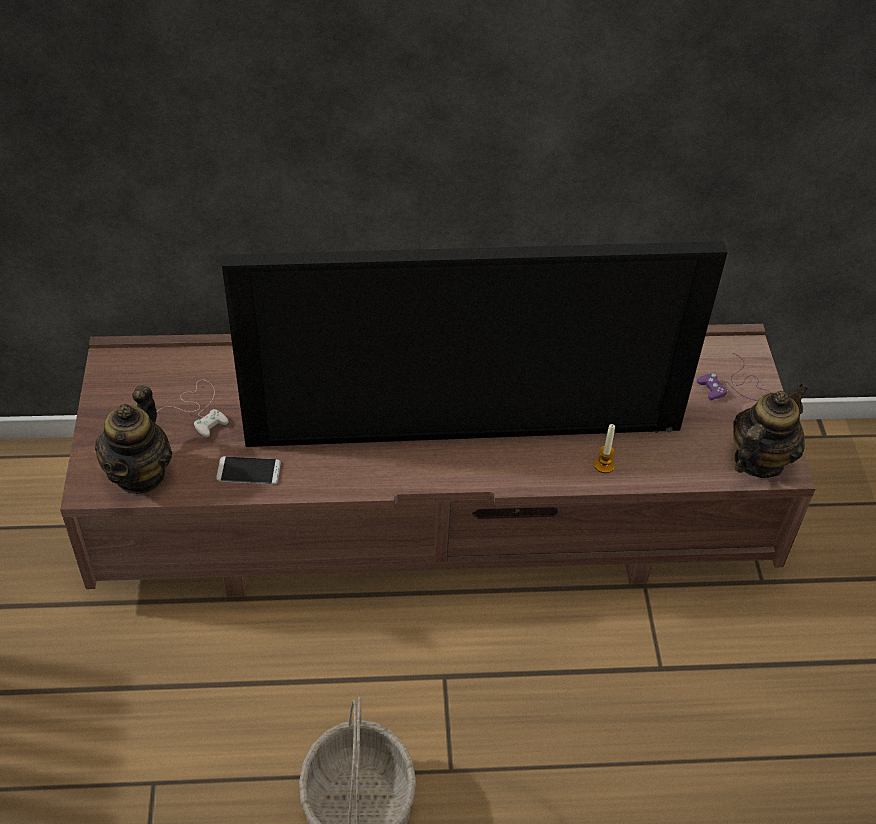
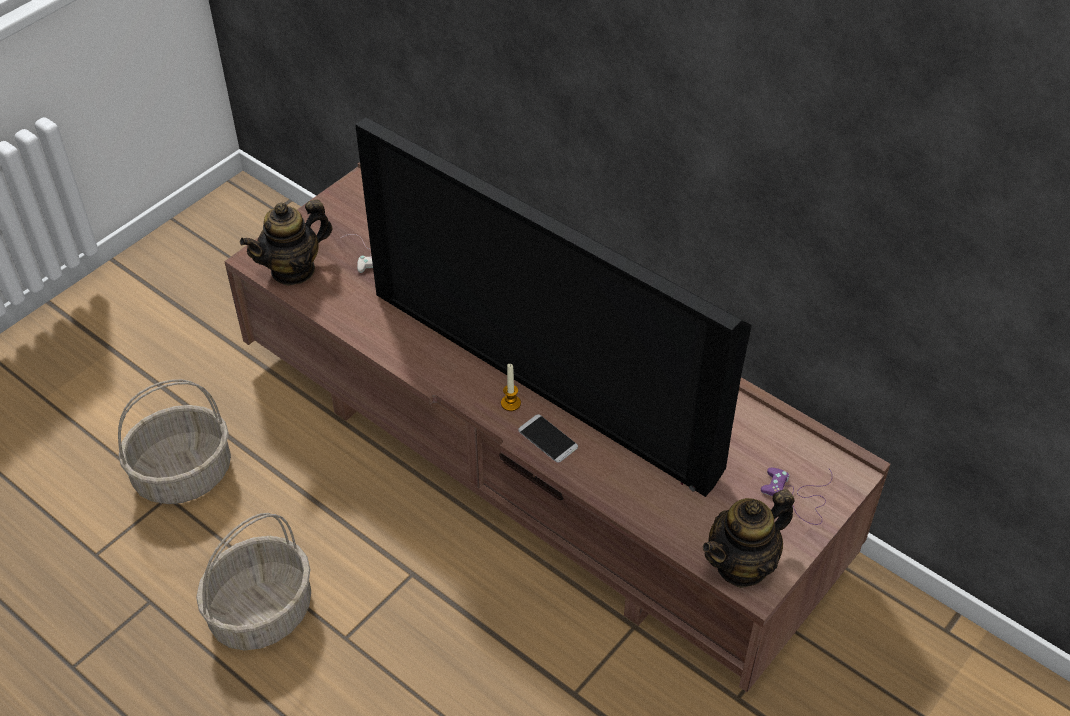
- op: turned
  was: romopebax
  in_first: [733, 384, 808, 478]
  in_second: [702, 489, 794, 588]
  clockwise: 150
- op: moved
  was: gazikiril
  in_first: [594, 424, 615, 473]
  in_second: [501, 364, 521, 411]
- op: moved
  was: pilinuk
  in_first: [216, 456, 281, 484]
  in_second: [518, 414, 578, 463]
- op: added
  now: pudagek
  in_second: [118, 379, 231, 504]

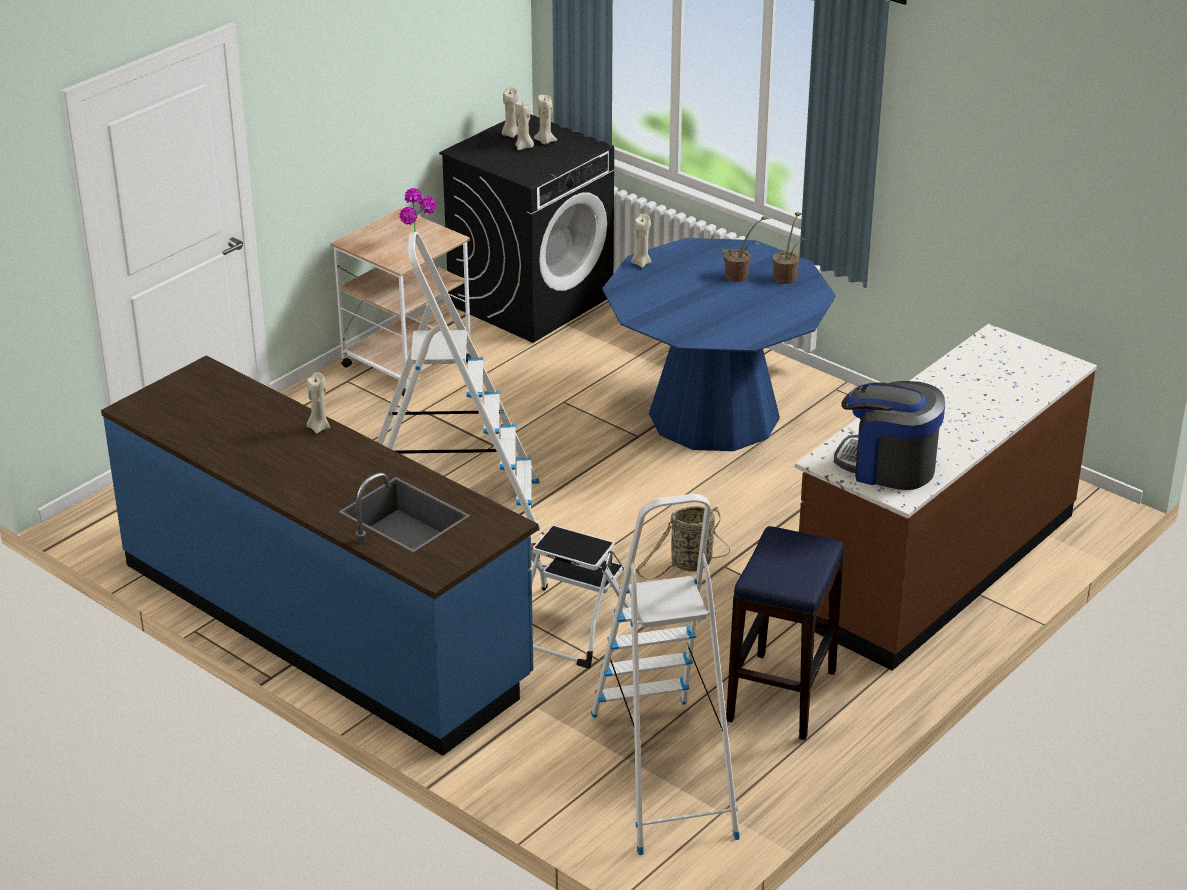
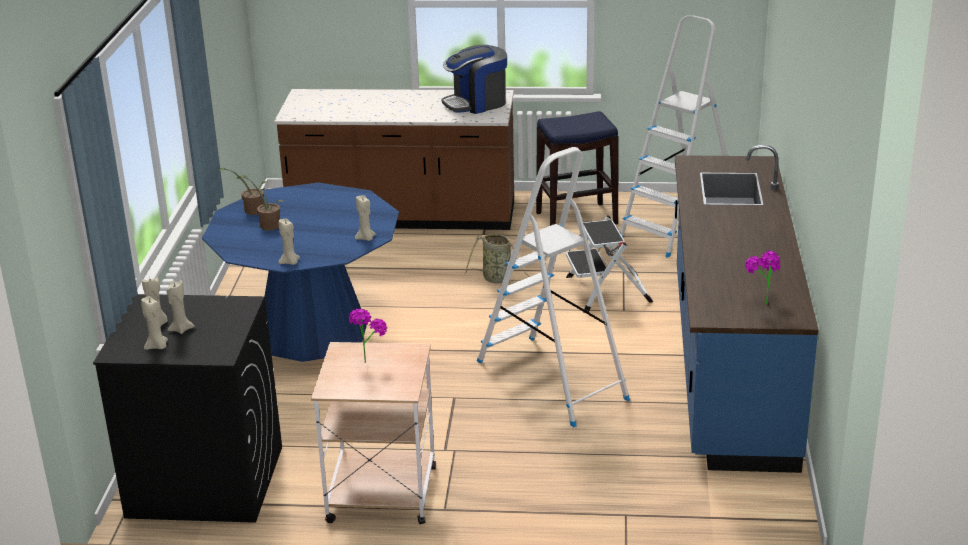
- op: moved
  was: gazikiril (beige)
  in_first: [307, 372, 330, 434]
  in_second: [355, 195, 376, 241]
- op: turned
  was: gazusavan
  in_first: [834, 381, 945, 490]
  in_second: [442, 45, 507, 114]
  clockwise: 75
- op: added
  now: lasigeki
  in_second: [745, 251, 781, 304]

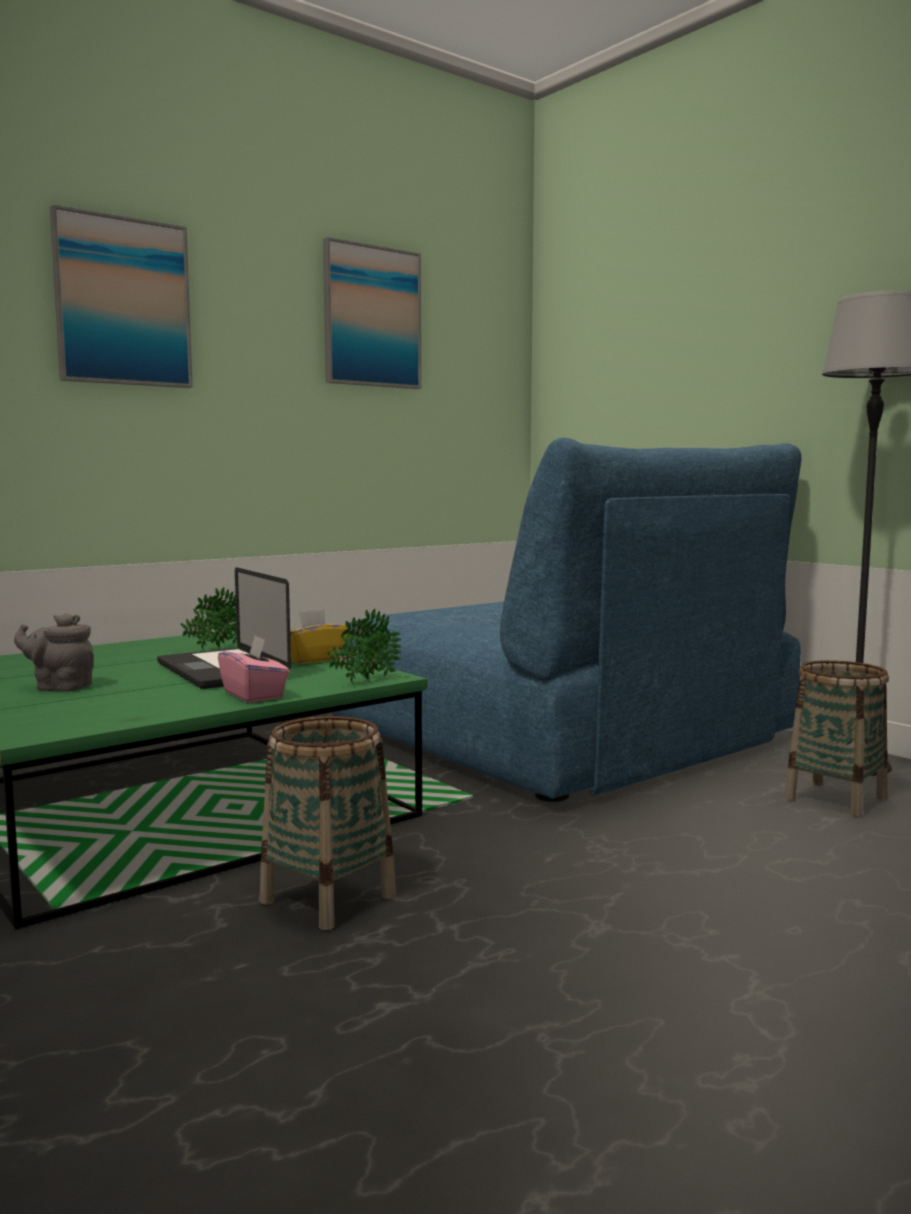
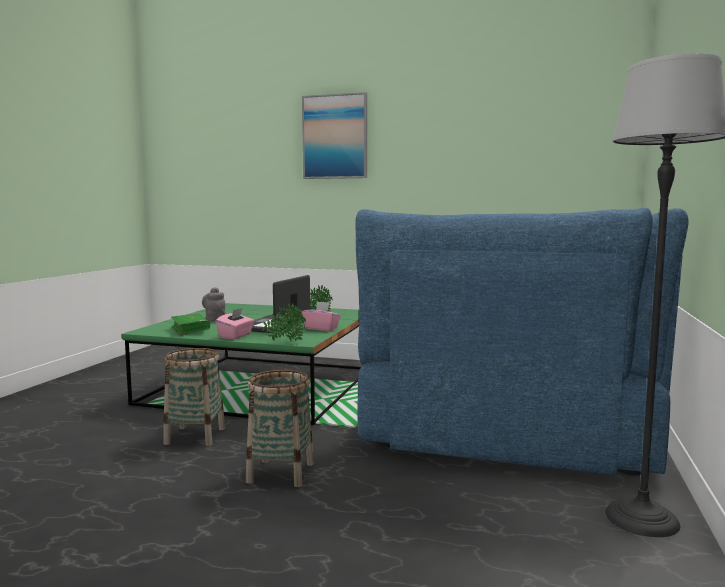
- op: removed
  was: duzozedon
  in_first: [323, 237, 421, 389]
- op: recoloured
  was: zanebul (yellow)
  now: zanebul (pink)
  in_first: [290, 609, 348, 664]
  in_second: [302, 301, 341, 331]
- op: moved
  was: pudagek
  in_first: [784, 660, 889, 817]
  in_second: [246, 370, 314, 487]
- op: added
  now: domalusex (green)
  in_second: [171, 314, 210, 336]

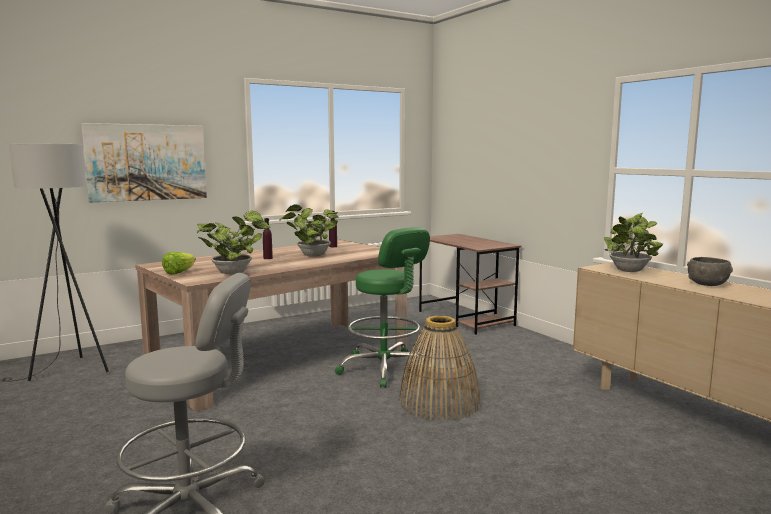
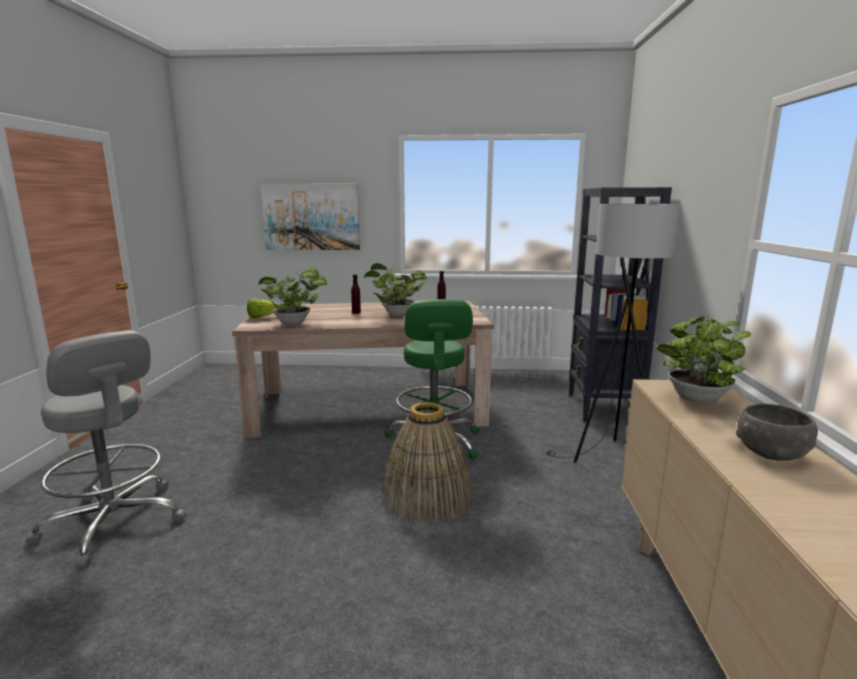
- op: moved
  was: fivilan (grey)
  in_first: [0, 144, 109, 382]
  in_second: [546, 204, 680, 463]
- op: replaced
  was: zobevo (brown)
  now: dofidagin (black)
  in_first: [419, 234, 521, 335]
  in_second: [569, 187, 672, 422]

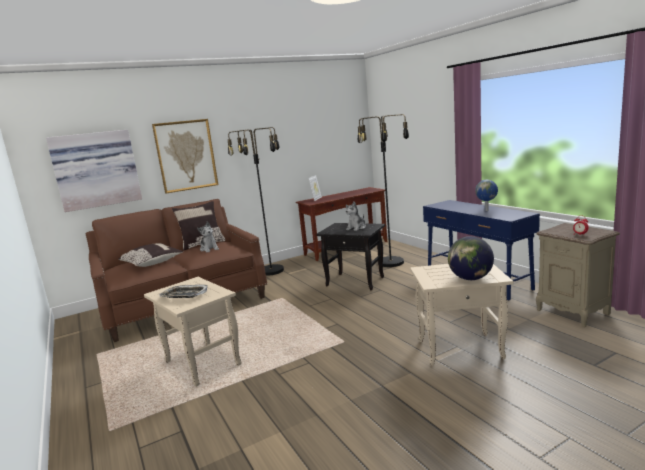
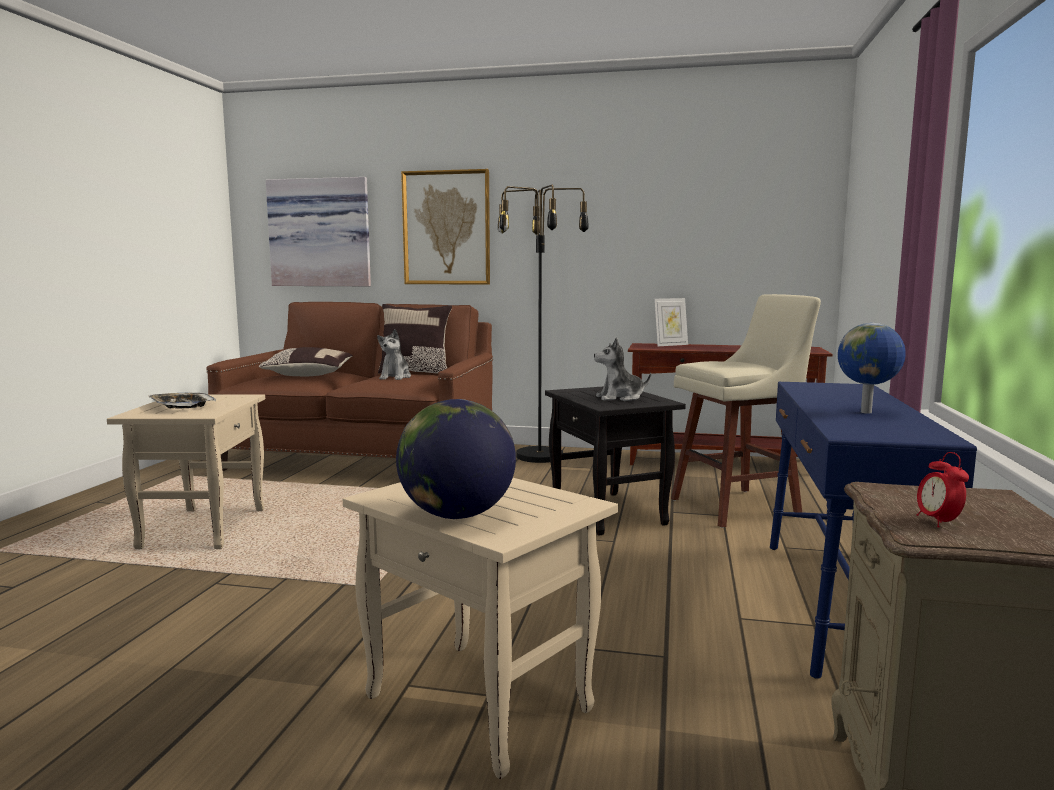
- op: replaced
  was: fivilan
  now: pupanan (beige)
  in_first: [358, 114, 409, 267]
  in_second: [671, 294, 821, 528]

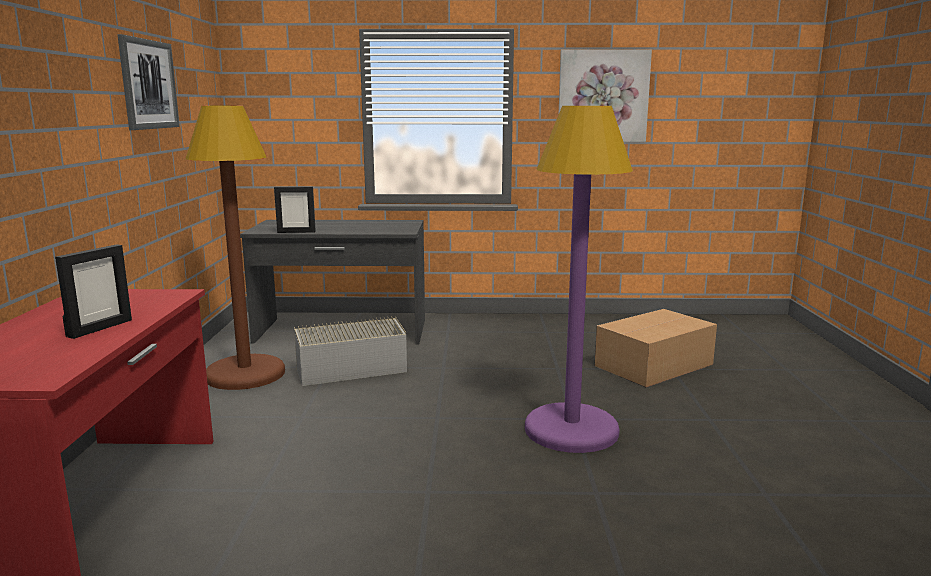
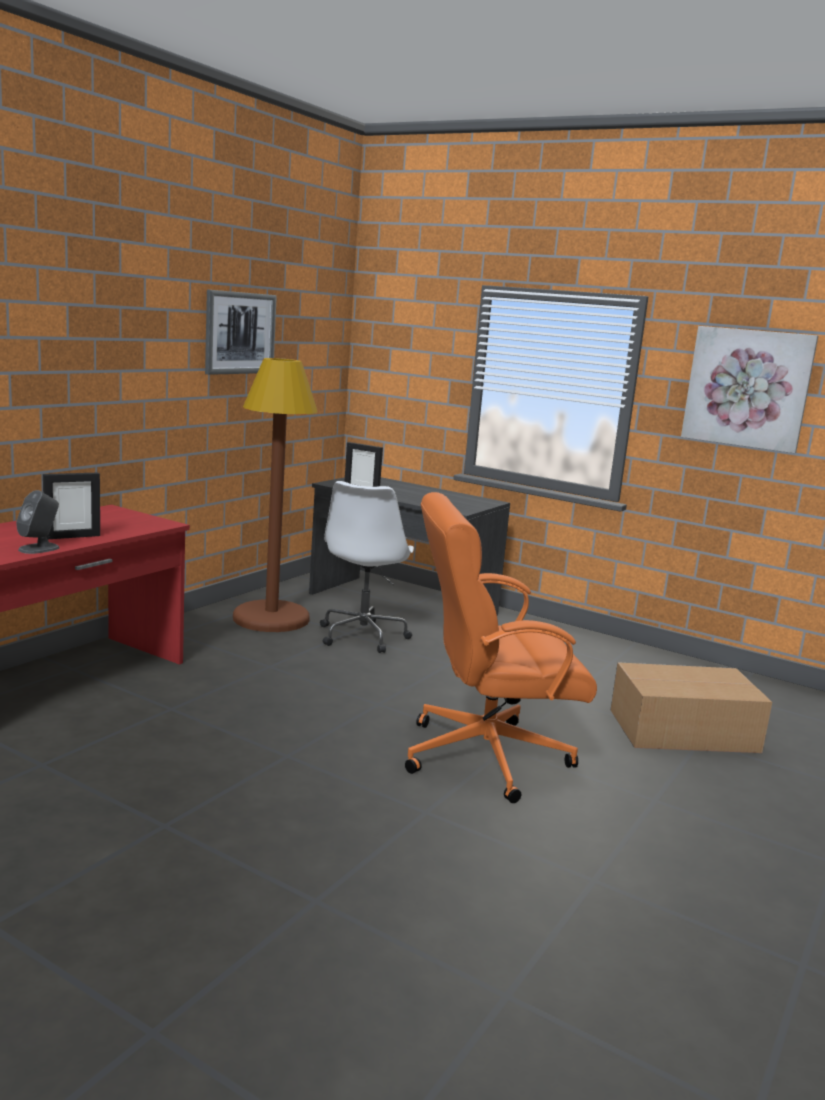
- op: replaced
  was: fivilan (purple)
  now: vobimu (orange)
  in_first: [525, 106, 633, 453]
  in_second: [405, 492, 597, 803]
- op: replaced
  was: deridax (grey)
  now: vobimu (white)
  in_first: [294, 316, 407, 386]
  in_second: [320, 481, 414, 653]
- op: added
  now: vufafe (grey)
  in_second: [16, 490, 60, 554]

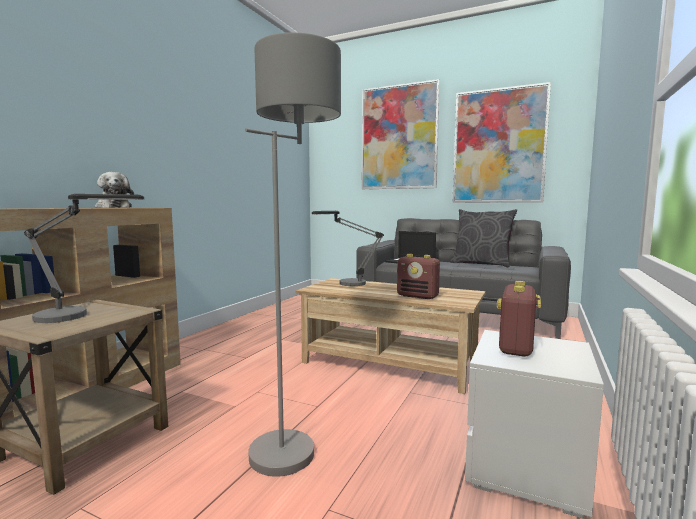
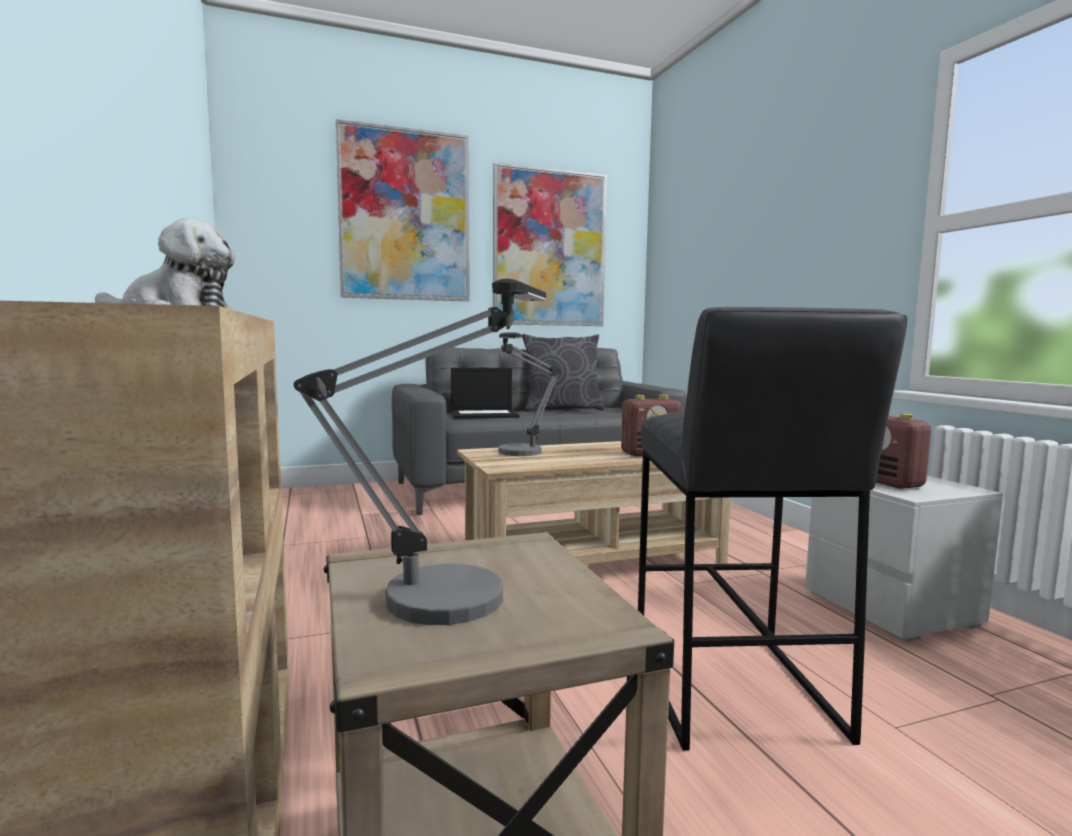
- op: replaced
  was: fivilan (grey)
  now: pupanan (grey)
  in_first: [245, 32, 341, 477]
  in_second: [638, 307, 907, 751]

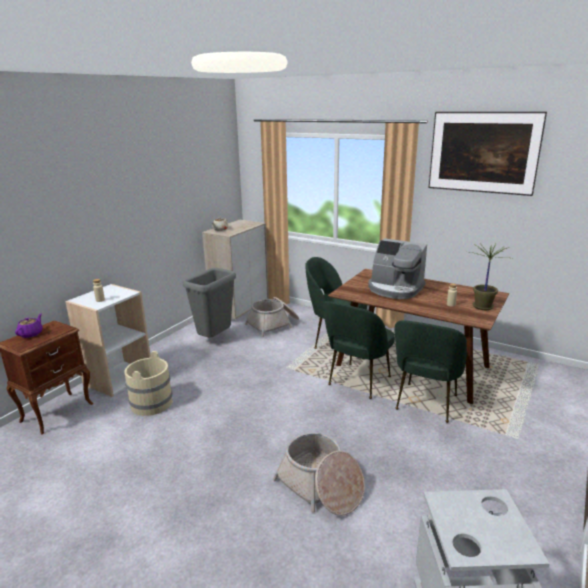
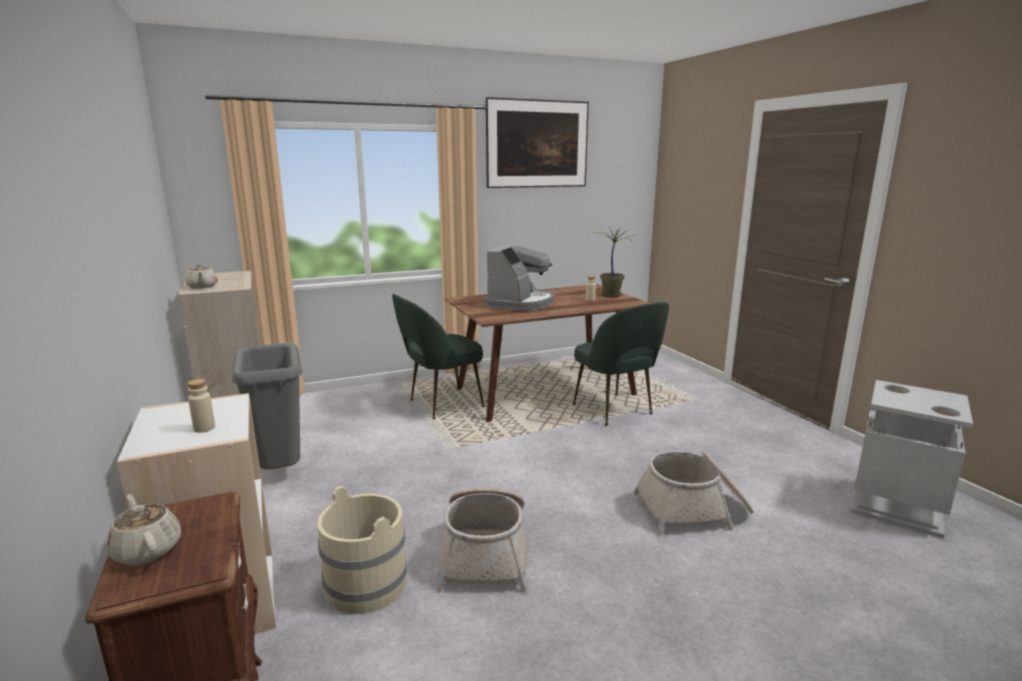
- op: turned
  was: gazusavan
  in_first: [368, 238, 427, 299]
  in_second: [485, 244, 554, 311]
  clockwise: -45
- op: moved
  was: pudagek
  in_first: [245, 297, 299, 337]
  in_second: [436, 488, 528, 592]
- op: removed
  was: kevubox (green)
  in_first: [323, 301, 395, 399]
- op: recoloured
  was: romopebax (purple)
  now: romopebax (beige)
  in_first: [15, 313, 43, 338]
  in_second: [106, 494, 181, 566]

